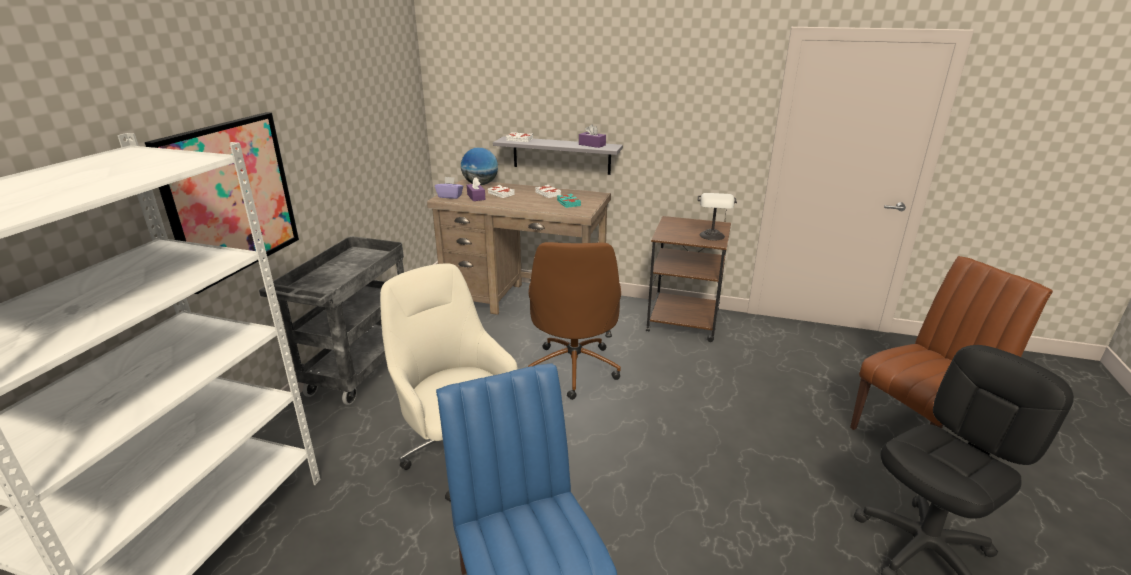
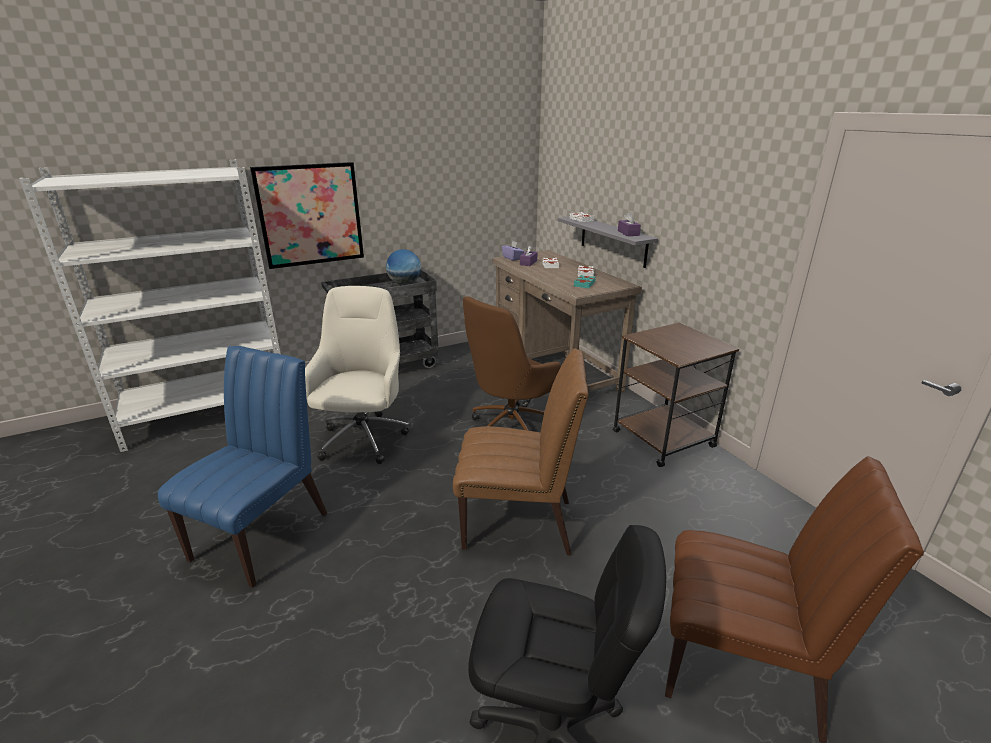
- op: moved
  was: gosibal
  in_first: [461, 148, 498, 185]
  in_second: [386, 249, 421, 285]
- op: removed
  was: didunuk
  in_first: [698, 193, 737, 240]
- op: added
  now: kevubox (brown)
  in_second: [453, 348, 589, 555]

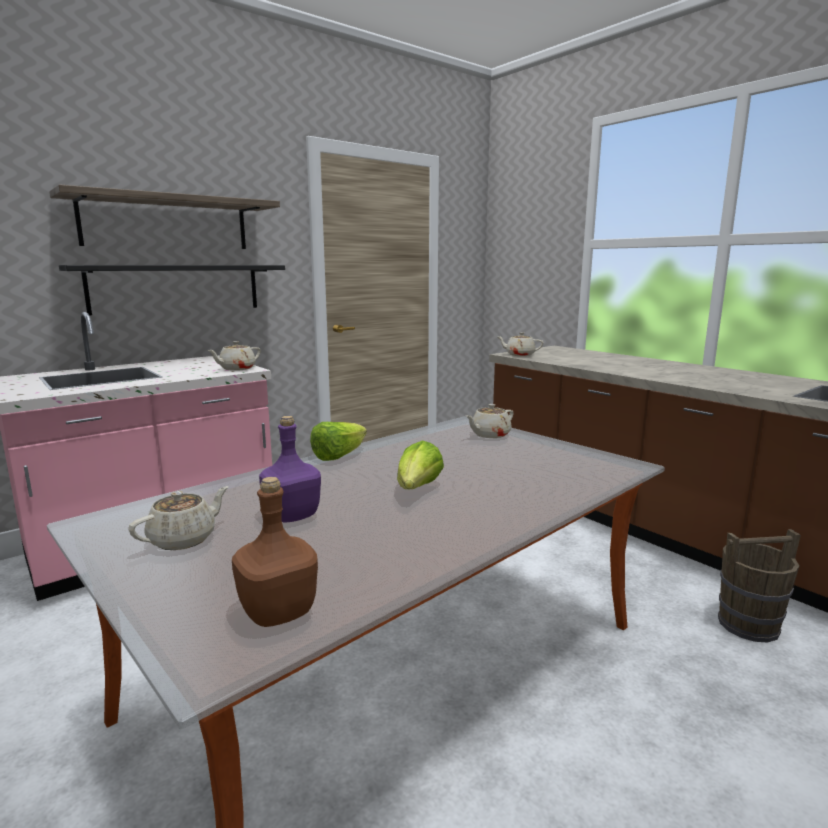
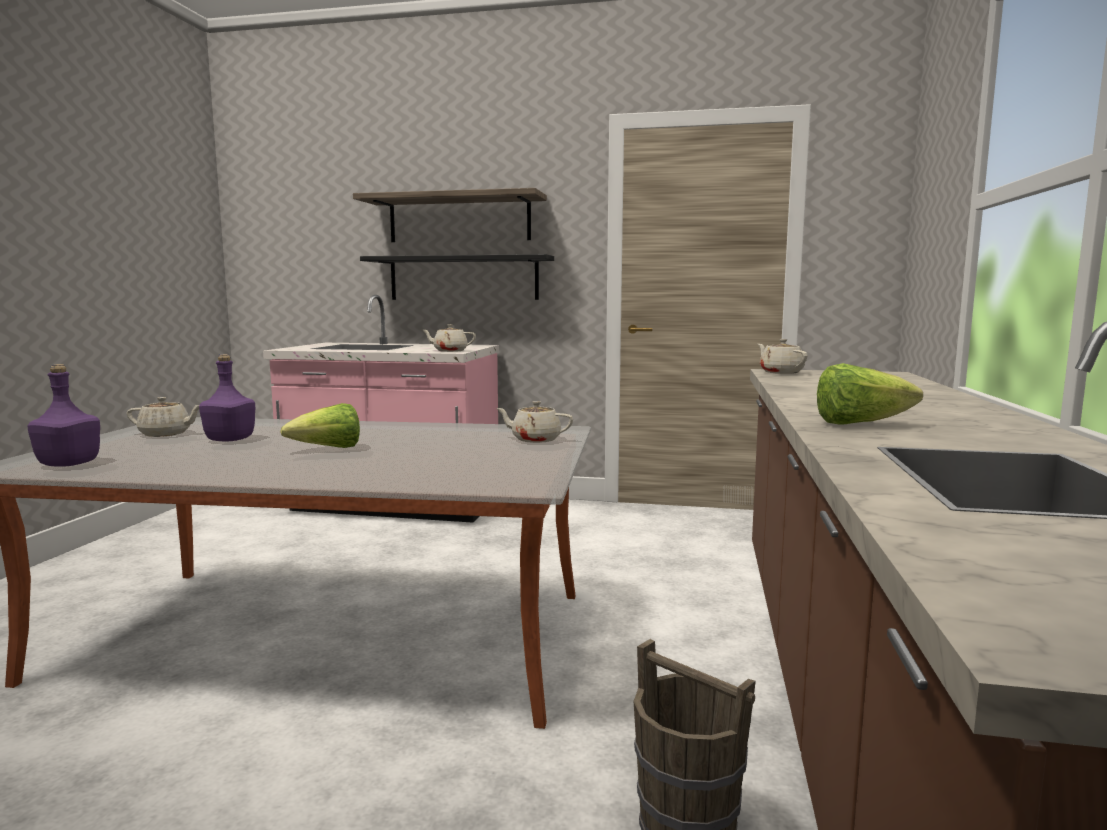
- op: moved
  was: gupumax
  in_first: [310, 422, 367, 461]
  in_second: [817, 363, 923, 425]
- op: recoloured
  was: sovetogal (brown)
  now: sovetogal (purple)
  in_first: [232, 477, 318, 627]
  in_second: [27, 364, 100, 467]

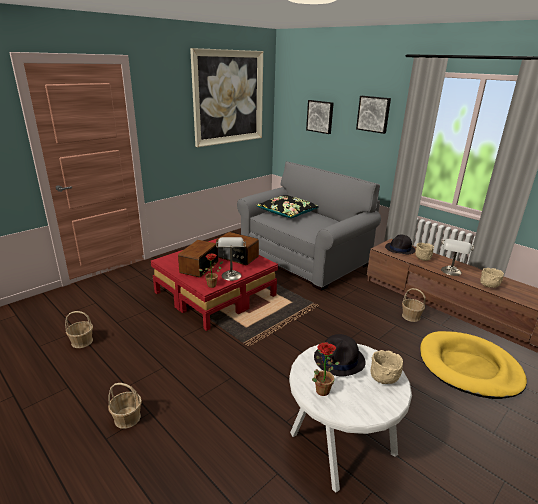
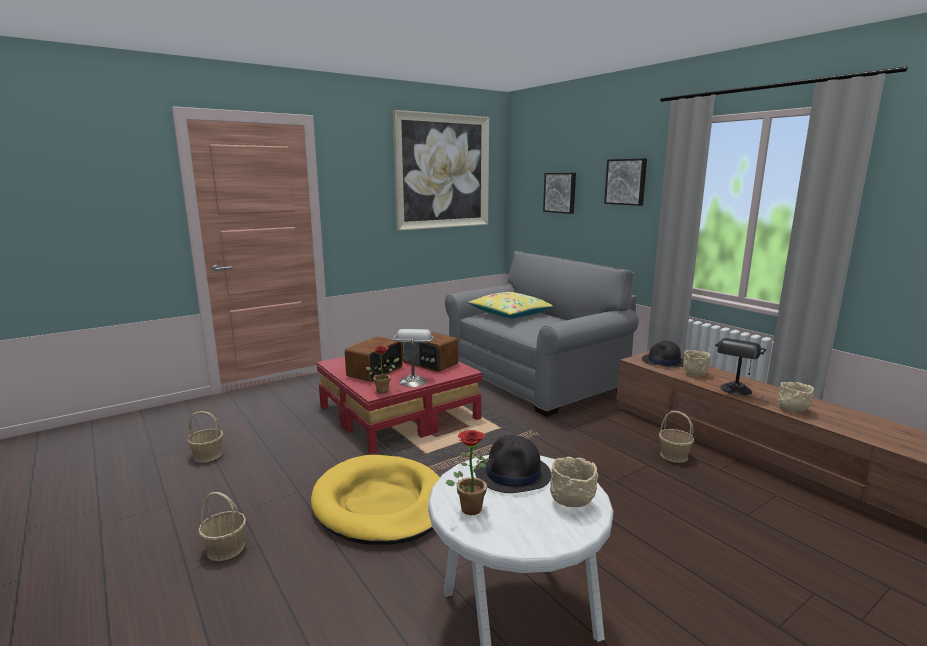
- op: recoloured
  was: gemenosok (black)
  now: gemenosok (yellow)
  in_first: [256, 195, 319, 218]
  in_second: [468, 292, 553, 318]
- op: recoloured
  was: didunuk (white)
  now: didunuk (black)
  in_first: [441, 239, 474, 276]
  in_second: [715, 338, 766, 395]
- op: moved
  was: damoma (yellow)
  in_first: [420, 331, 527, 399]
  in_second: [311, 455, 440, 545]

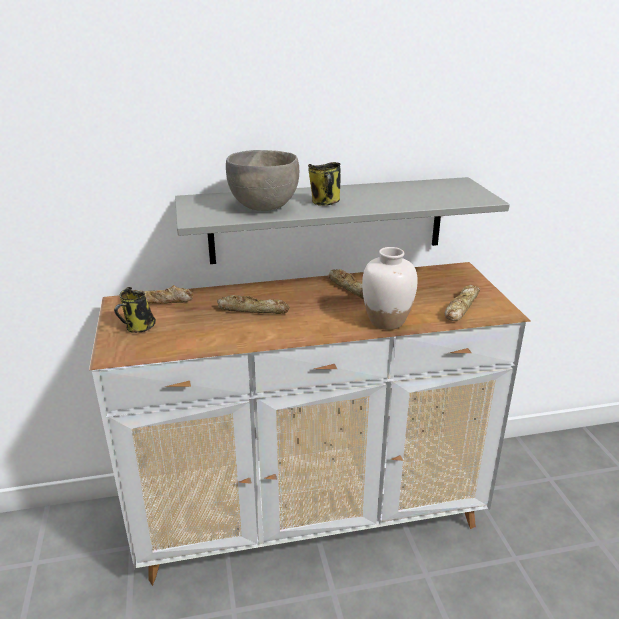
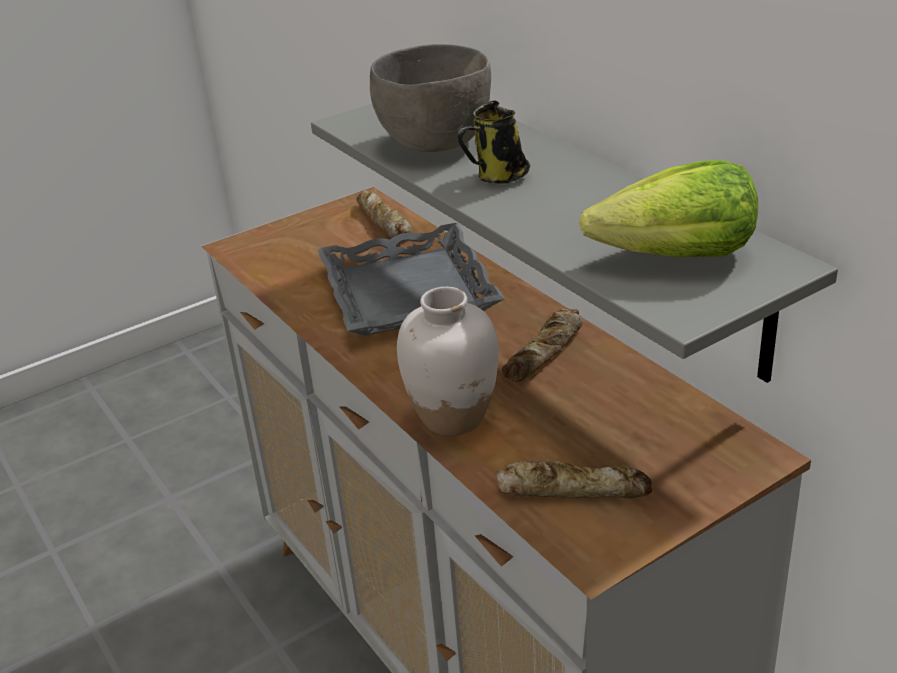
- op: removed
  was: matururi
  in_first: [114, 287, 156, 333]
- op: replaced
  was: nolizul
  now: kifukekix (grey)
  in_first: [217, 295, 290, 314]
  in_second: [318, 223, 505, 336]
- op: added
  now: gupumax
  in_second: [579, 160, 758, 257]

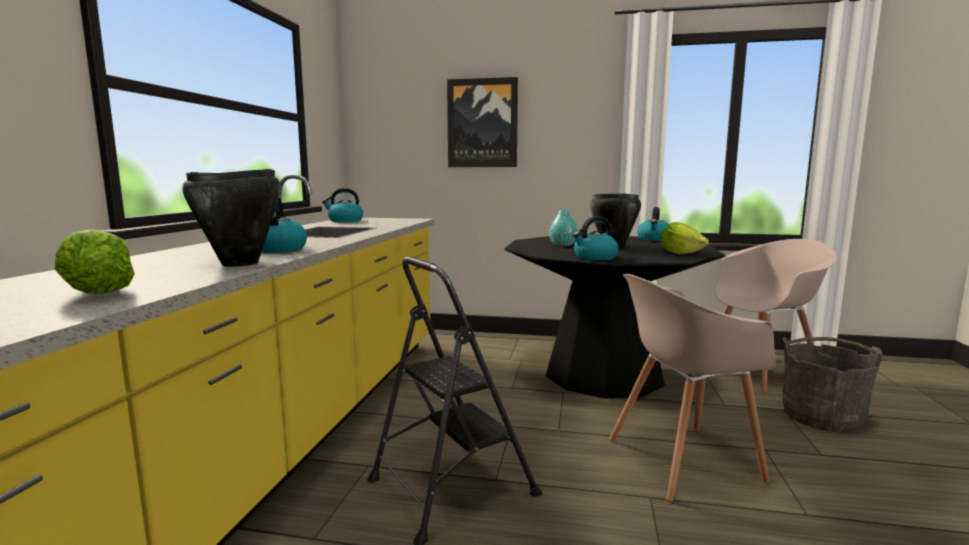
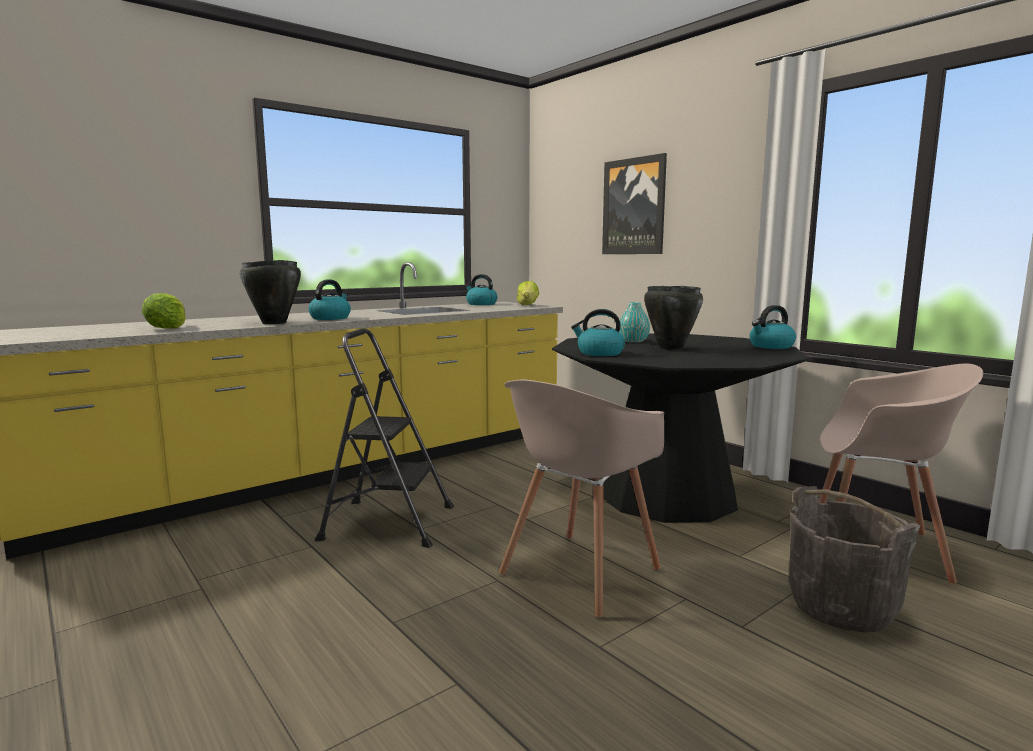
- op: moved
  was: gupumax
  in_first: [660, 222, 709, 255]
  in_second: [517, 281, 539, 305]
- op: turned
  was: kevubox (beige)
  in_first: [609, 274, 776, 501]
  in_second: [499, 380, 664, 617]
  clockwise: -75

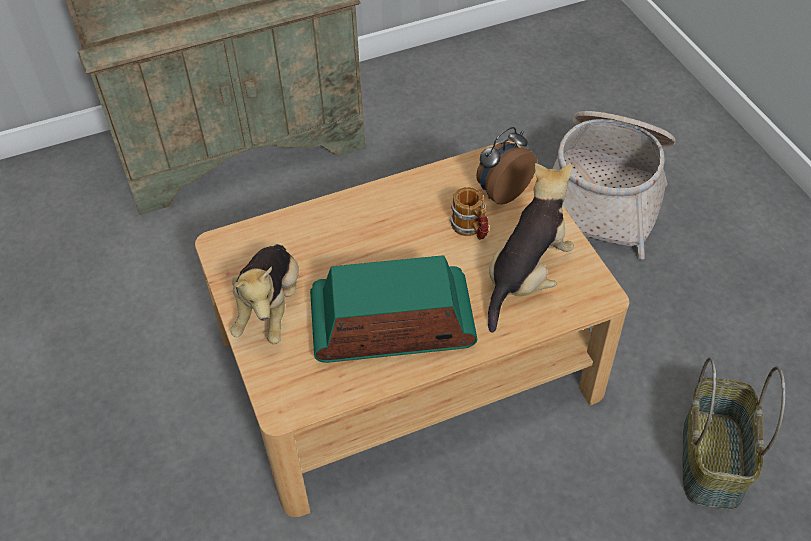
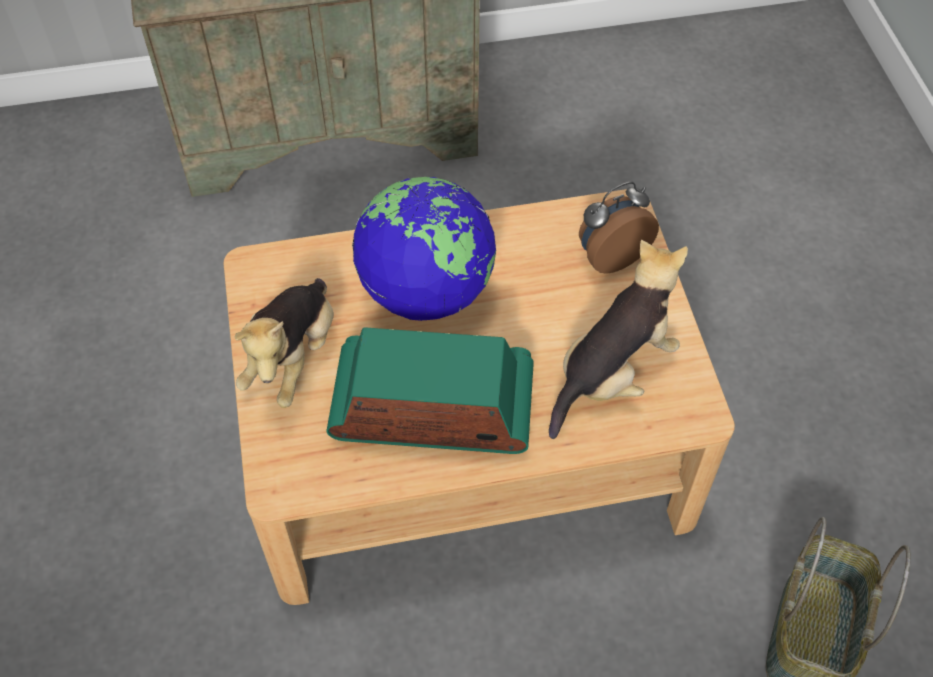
- op: removed
  was: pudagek
  in_first: [553, 111, 676, 260]
- op: removed
  was: matururi
  in_first: [450, 187, 489, 240]
- op: added
  now: gosibal
  in_second: [352, 177, 496, 321]

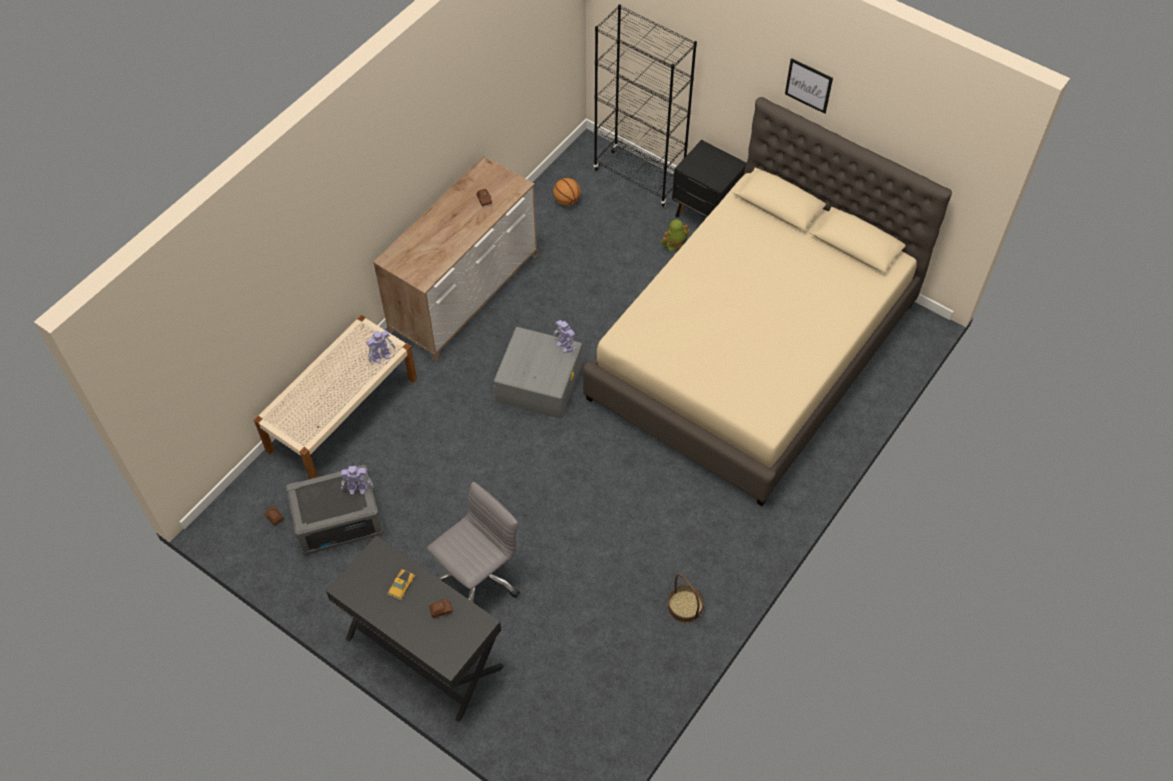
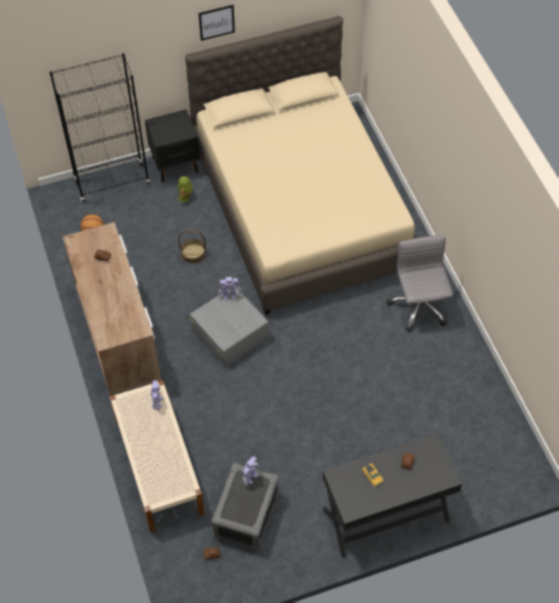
- op: moved
  was: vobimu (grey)
  in_first: [427, 482, 520, 602]
  in_second: [387, 235, 453, 332]
- op: moved
  was: pudagek
  in_first: [667, 574, 704, 623]
  in_second: [178, 230, 206, 264]

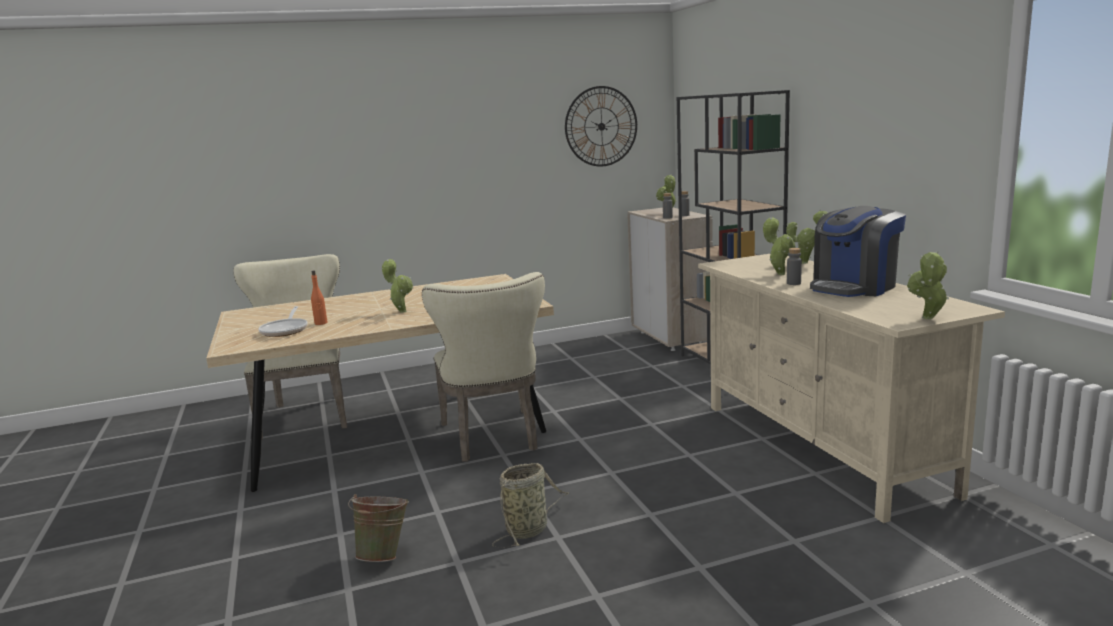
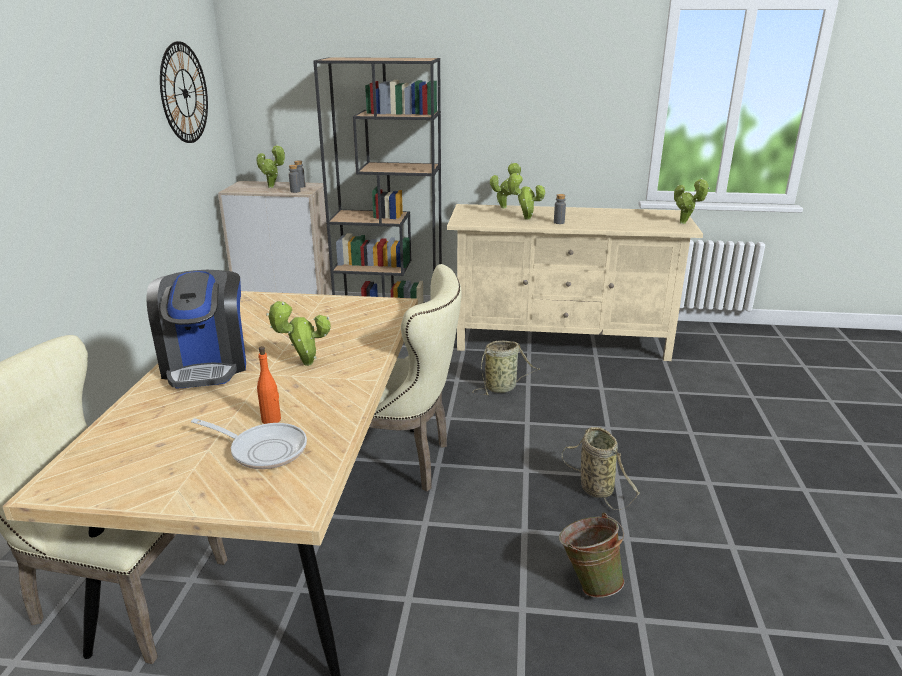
- op: moved
  was: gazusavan
  in_first: [810, 206, 906, 297]
  in_second: [146, 270, 246, 389]
- op: added
  now: pudagek
  in_second: [472, 340, 540, 395]

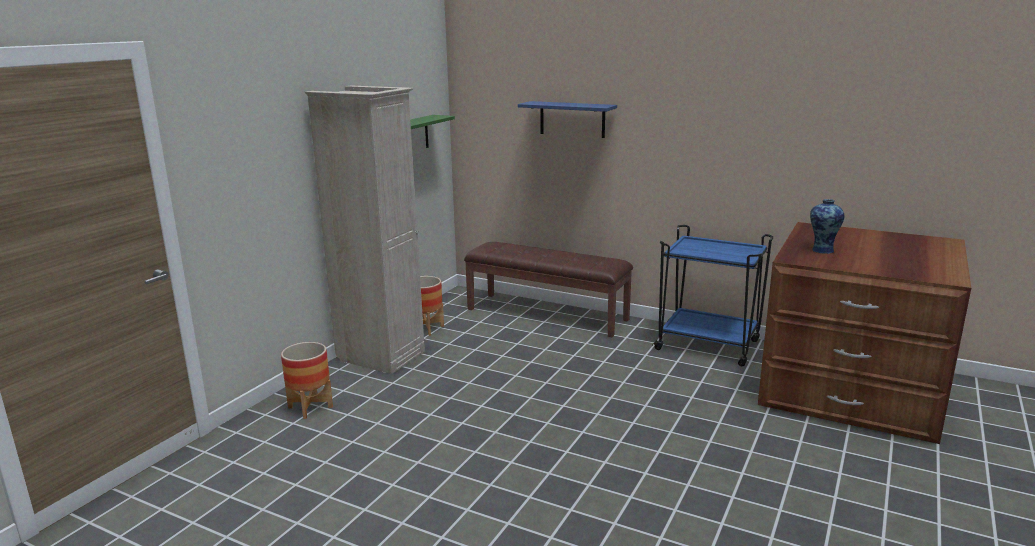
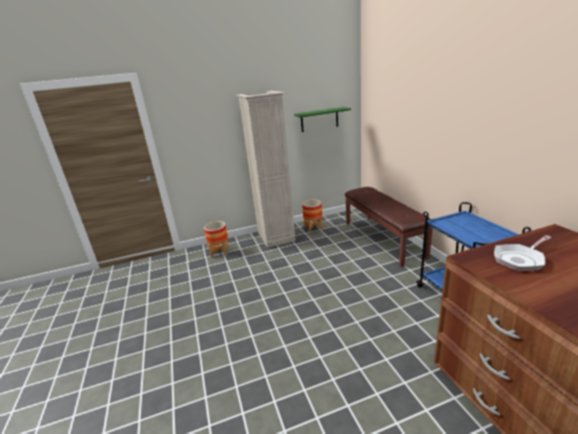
- op: removed
  was: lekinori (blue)
  in_first: [518, 101, 617, 138]
- op: replaced
  was: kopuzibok
  now: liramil
  in_first: [810, 199, 844, 254]
  in_second: [494, 235, 552, 271]

